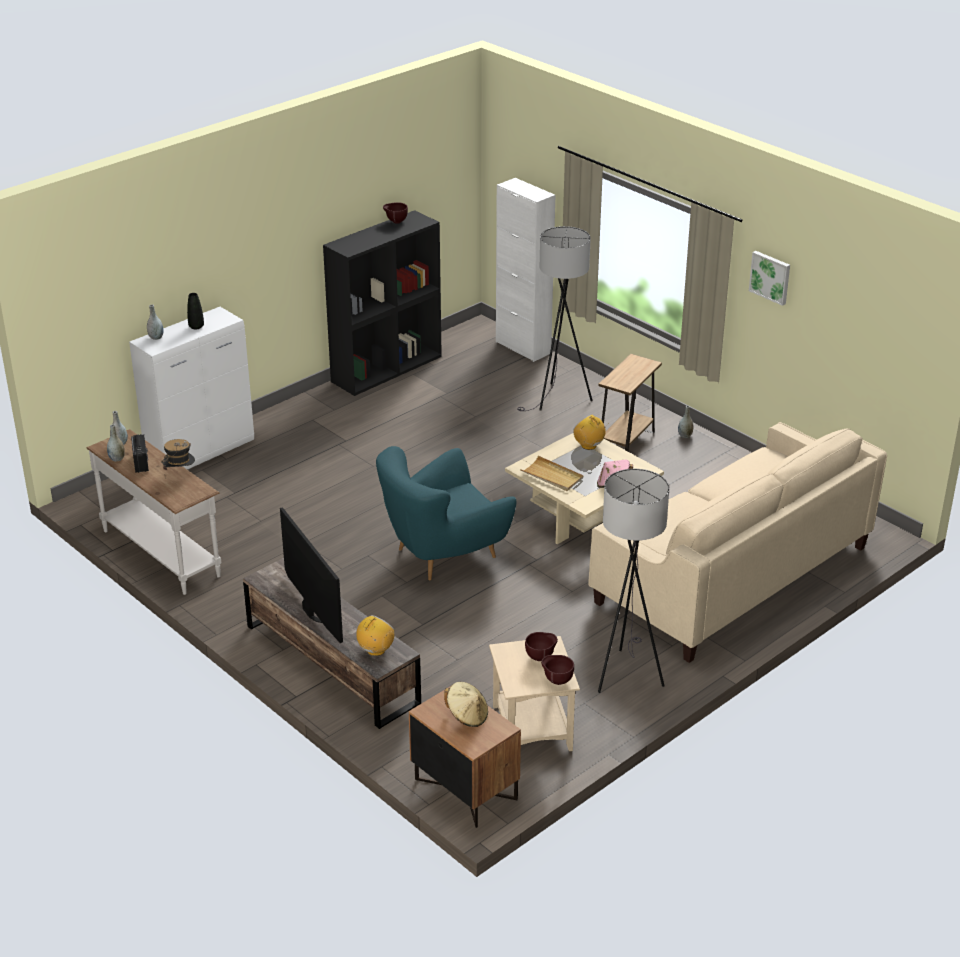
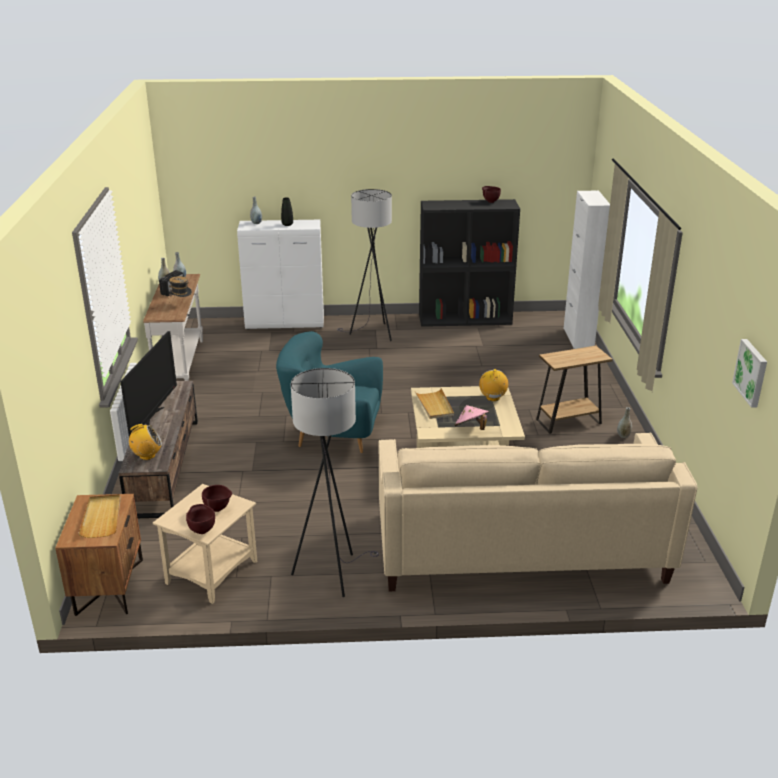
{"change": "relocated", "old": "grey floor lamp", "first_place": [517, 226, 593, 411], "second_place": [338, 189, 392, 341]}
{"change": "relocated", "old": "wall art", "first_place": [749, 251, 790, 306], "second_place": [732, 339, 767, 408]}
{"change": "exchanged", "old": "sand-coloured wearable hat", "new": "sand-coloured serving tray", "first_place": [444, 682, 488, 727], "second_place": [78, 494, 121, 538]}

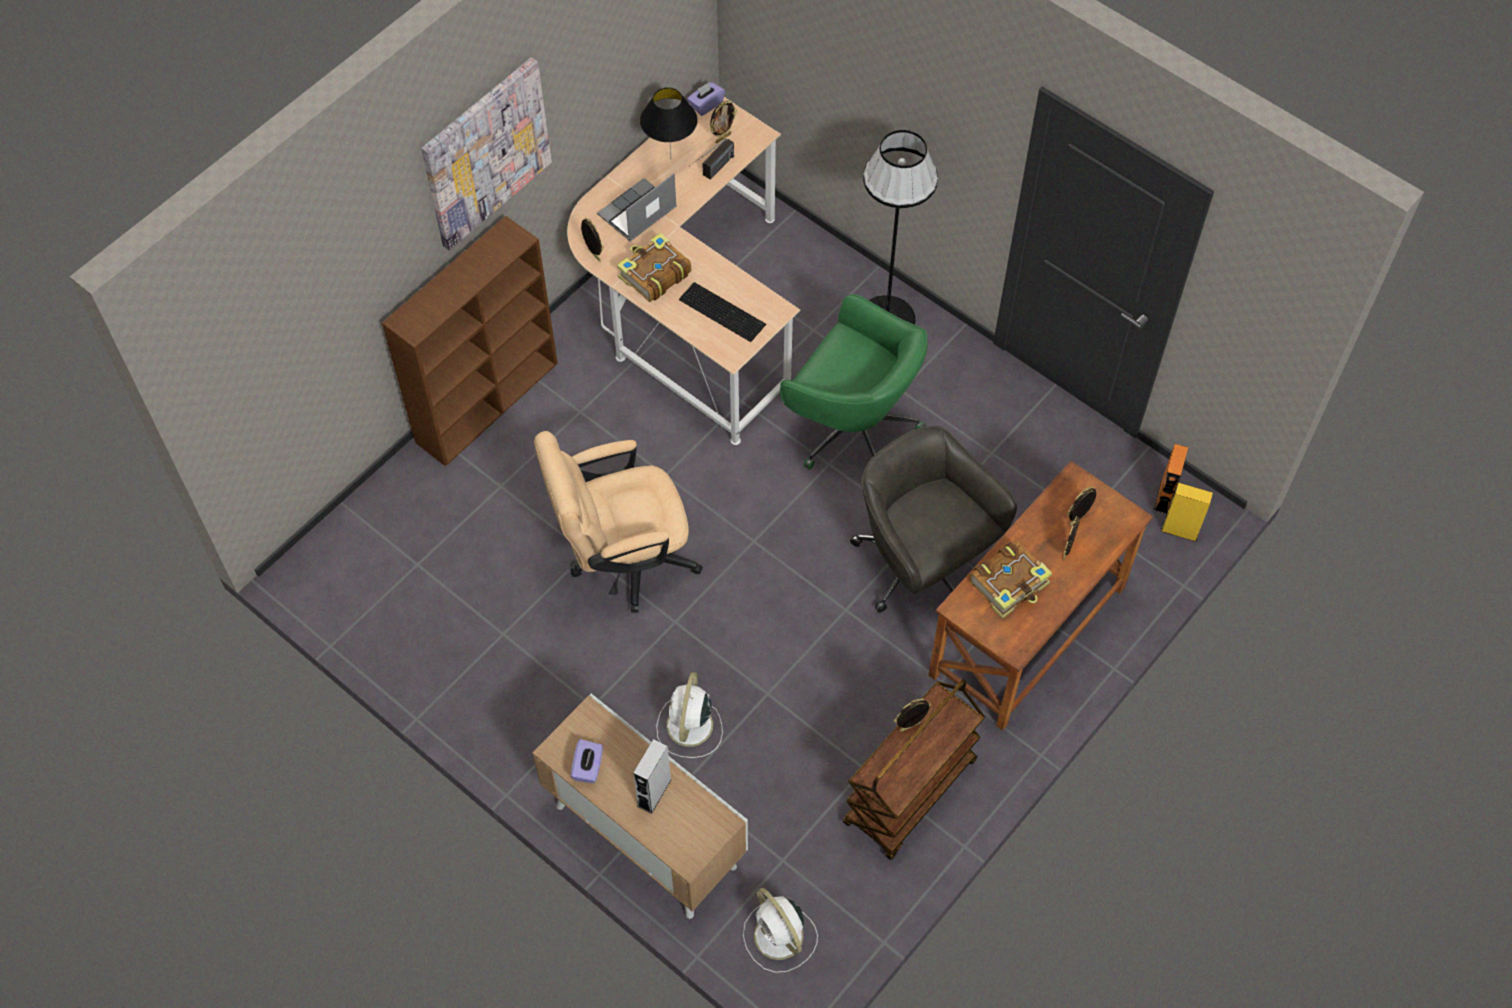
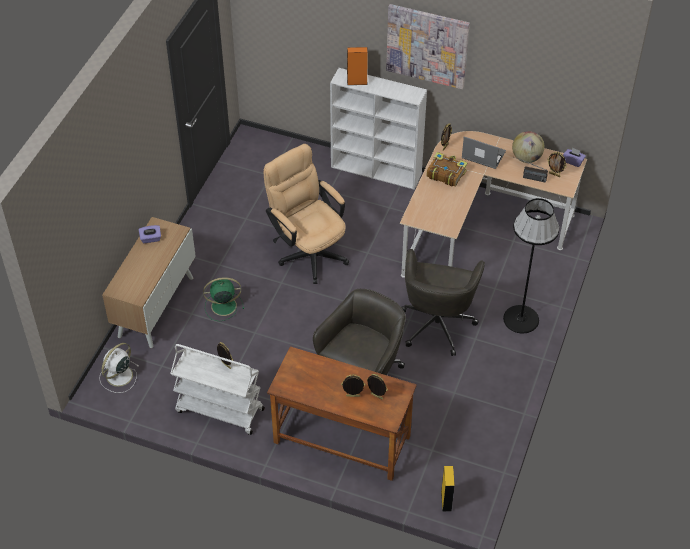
{"change": "missing", "old": "grey audio speaker", "first_place": [633, 739, 672, 814]}
{"change": "missing", "old": "keyboard", "first_place": [679, 282, 766, 342]}
{"change": "missing", "old": "book", "first_place": [969, 540, 1052, 619]}
{"change": "relocated", "old": "orange audio speaker", "first_place": [1153, 444, 1188, 514], "second_place": [347, 47, 368, 85]}
{"change": "exchanged", "old": "black lamp for a table", "new": "world globe", "first_place": [640, 87, 698, 157], "second_place": [512, 131, 545, 163]}
{"change": "colour", "old": "brown bookshelf", "new": "white-coloured bookshelf", "first_place": [382, 216, 558, 467], "second_place": [330, 68, 427, 190]}
{"change": "colour", "old": "white-coloured fan", "new": "greenish fan", "first_place": [656, 672, 723, 758], "second_place": [203, 277, 244, 321]}
{"change": "colour", "old": "greenish computer chair", "new": "grey computer chair", "first_place": [780, 294, 928, 470], "second_place": [401, 249, 485, 356]}
{"change": "colour", "old": "brown cart", "new": "white-coloured cart", "first_place": [843, 679, 985, 860], "second_place": [170, 344, 265, 435]}

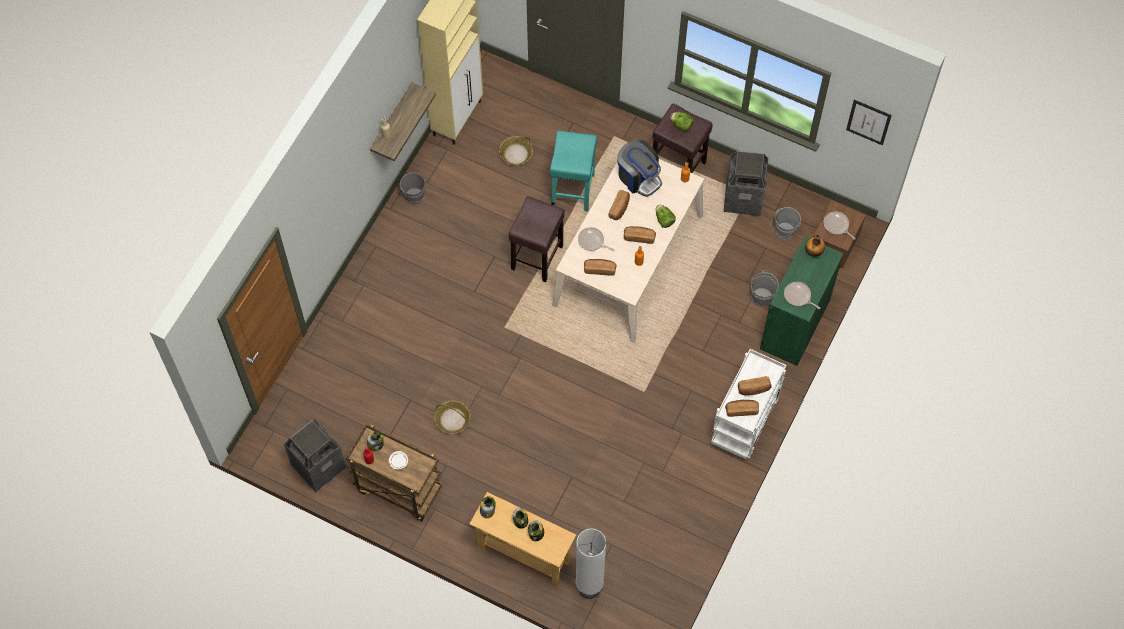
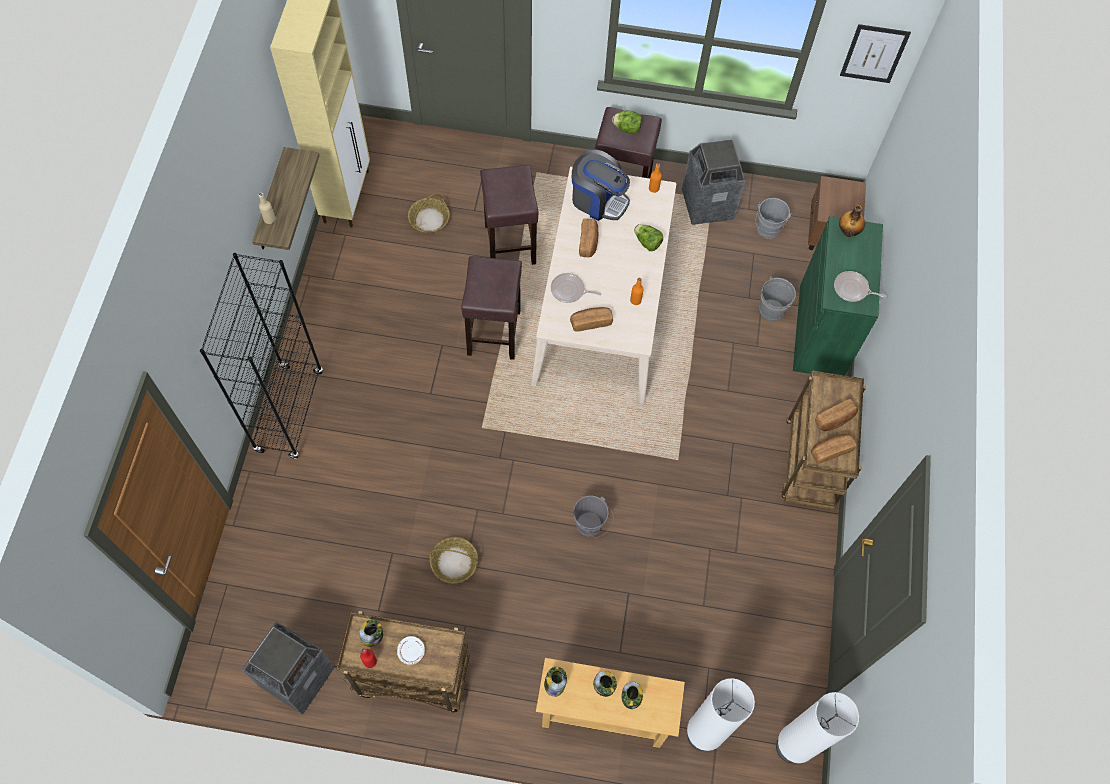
{"change": "missing", "old": "bread", "first_place": [624, 226, 656, 244]}
{"change": "missing", "old": "frying pan", "first_place": [823, 211, 856, 240]}
{"change": "appeared", "new": "black bookshelf", "second_place": [200, 253, 323, 459]}
{"change": "appeared", "new": "white-coloured floor lamp", "second_place": [776, 692, 859, 763]}
{"change": "relocated", "old": "grey water bucket", "first_place": [400, 172, 429, 205], "second_place": [573, 495, 614, 537]}
{"change": "colour", "old": "turquoise-coloured sitting stool", "new": "brown sitting stool", "first_place": [550, 130, 597, 212], "second_place": [480, 165, 539, 265]}
{"change": "colour", "old": "white-coloured cart", "new": "brown cart", "first_place": [711, 349, 786, 460], "second_place": [781, 370, 866, 510]}

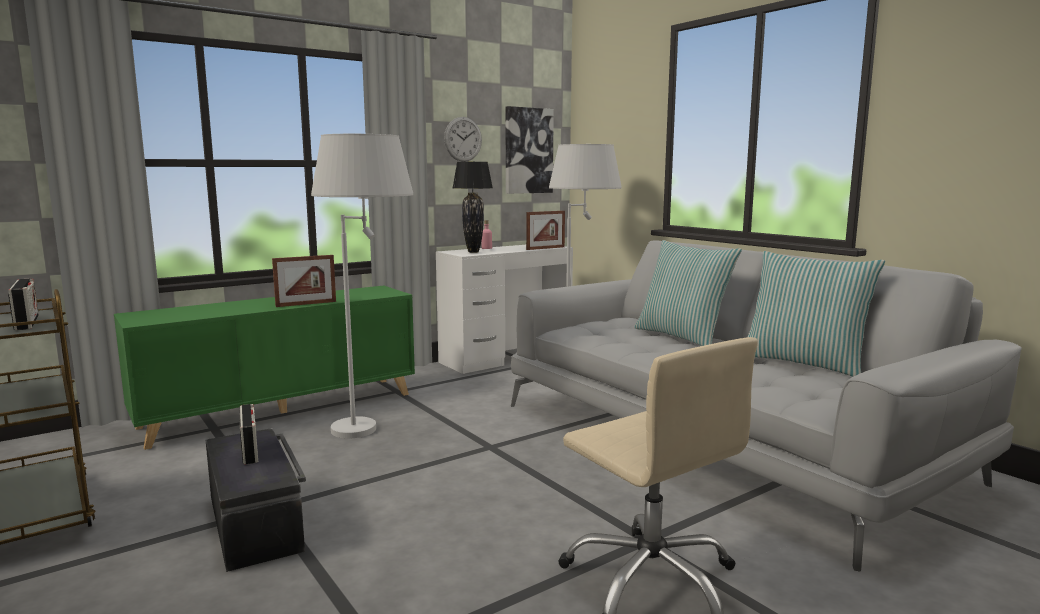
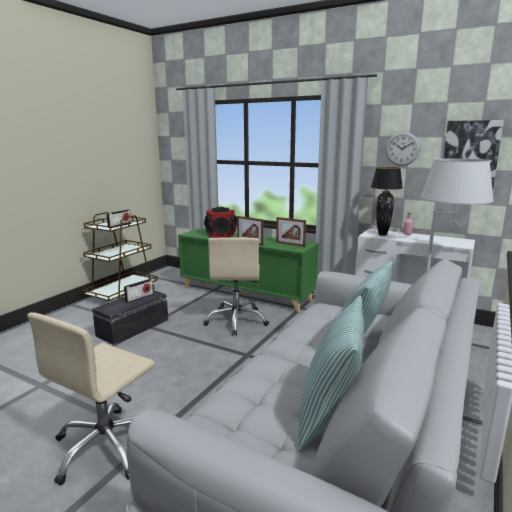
{"change": "appeared", "new": "audio speaker", "second_place": [204, 207, 237, 238]}
{"change": "relocated", "old": "picture frame", "first_place": [526, 211, 565, 250], "second_place": [276, 217, 306, 247]}
{"change": "exchanged", "old": "white-coloured floor lamp", "new": "sand-coloured computer chair", "first_place": [311, 134, 413, 439], "second_place": [203, 238, 269, 336]}

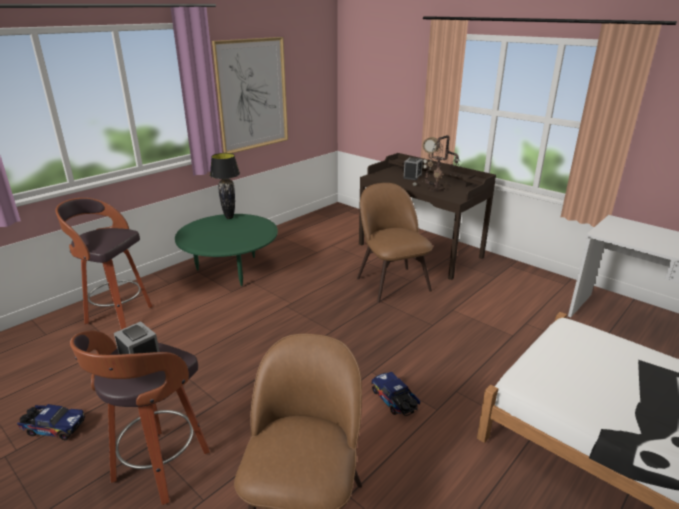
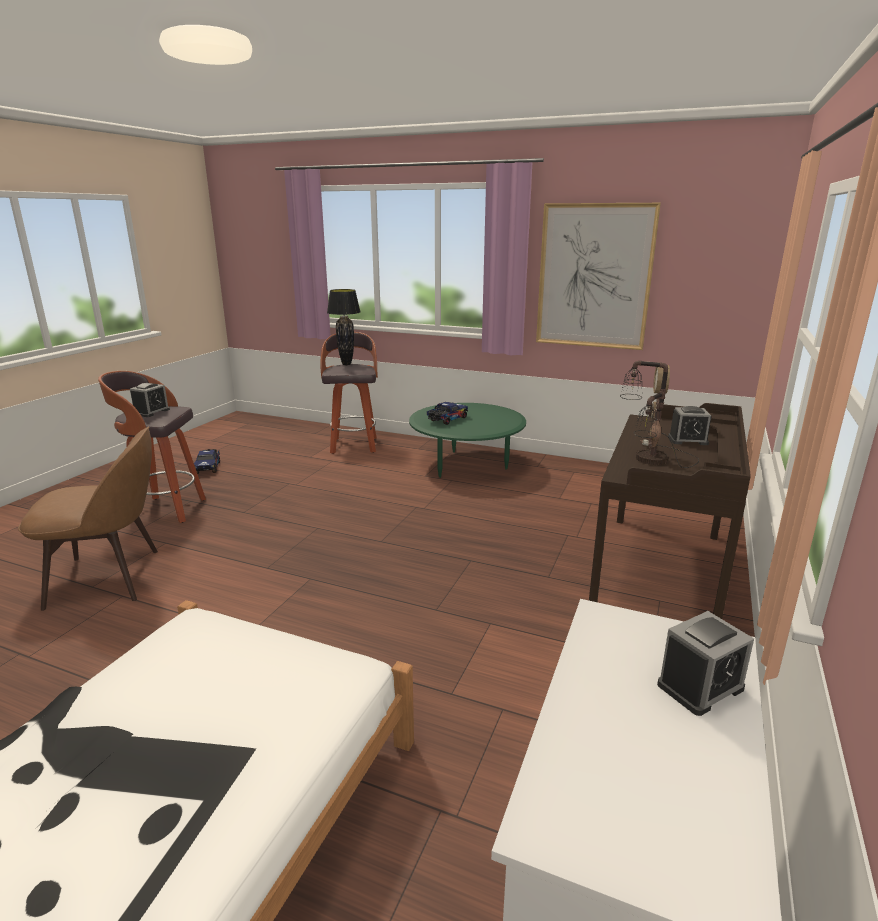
{"change": "missing", "old": "brown chair", "first_place": [357, 183, 433, 303]}
{"change": "appeared", "new": "table clock", "second_place": [657, 611, 754, 716]}
{"change": "relocated", "old": "black lamp for a table", "first_place": [210, 153, 240, 219], "second_place": [327, 289, 361, 365]}
{"change": "relocated", "old": "toy lorry", "first_place": [371, 372, 420, 416], "second_place": [427, 402, 468, 425]}

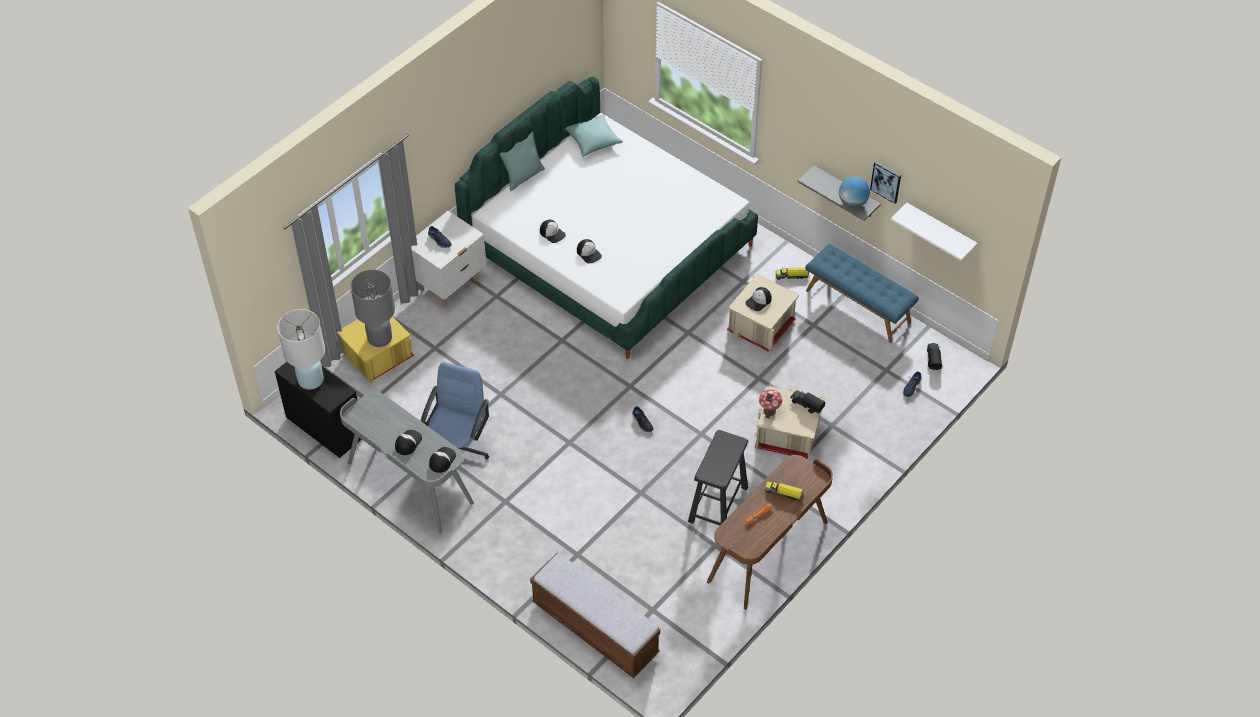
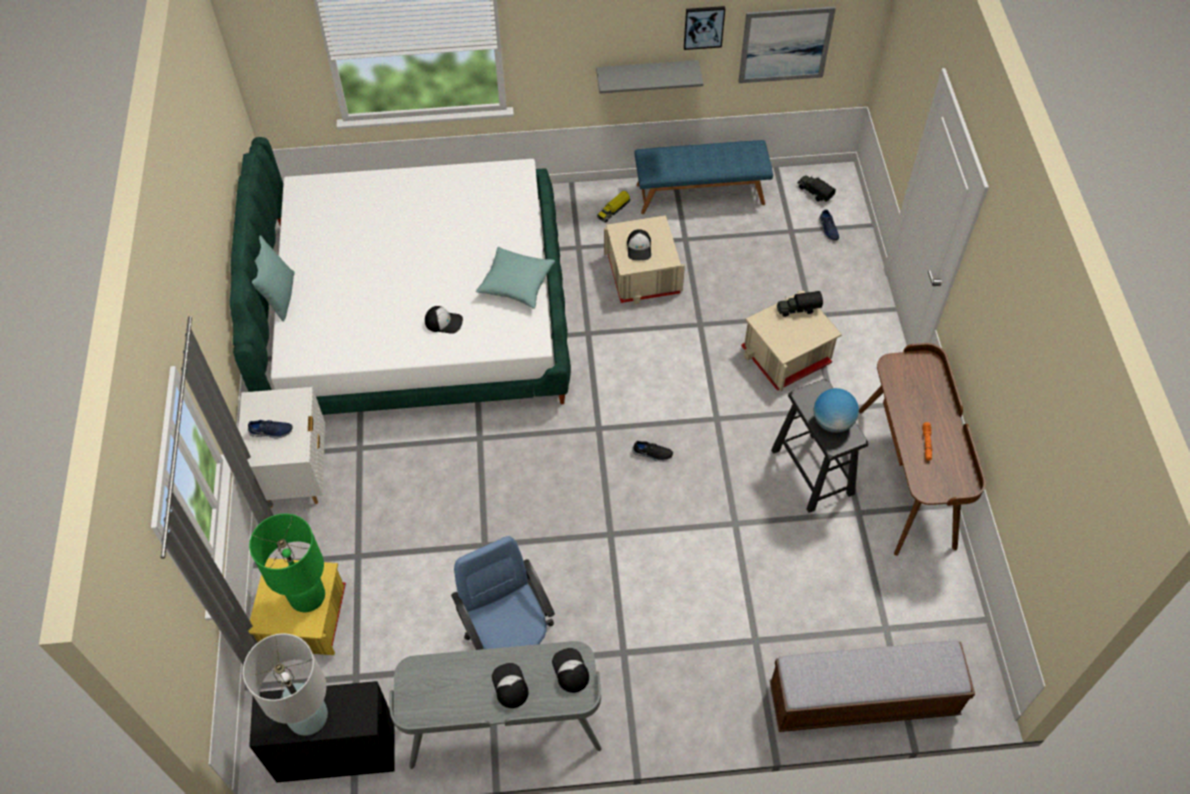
{"change": "missing", "old": "peaked cap", "first_place": [540, 220, 566, 243]}
{"change": "missing", "old": "toy house", "first_place": [759, 389, 782, 418]}
{"change": "missing", "old": "toy lorry", "first_place": [765, 481, 805, 502]}
{"change": "relocated", "old": "turquoise-coloured pillow", "first_place": [565, 115, 623, 157], "second_place": [476, 247, 555, 309]}
{"change": "relocated", "old": "world globe", "first_place": [839, 176, 870, 208], "second_place": [814, 388, 859, 433]}
{"change": "exchanged", "old": "white-coloured wall shelf", "new": "wall art", "first_place": [890, 203, 978, 261], "second_place": [738, 7, 836, 83]}
{"change": "colour", "old": "grey lamp for a table", "new": "greenish lamp for a table", "first_place": [350, 269, 395, 347], "second_place": [249, 514, 325, 612]}

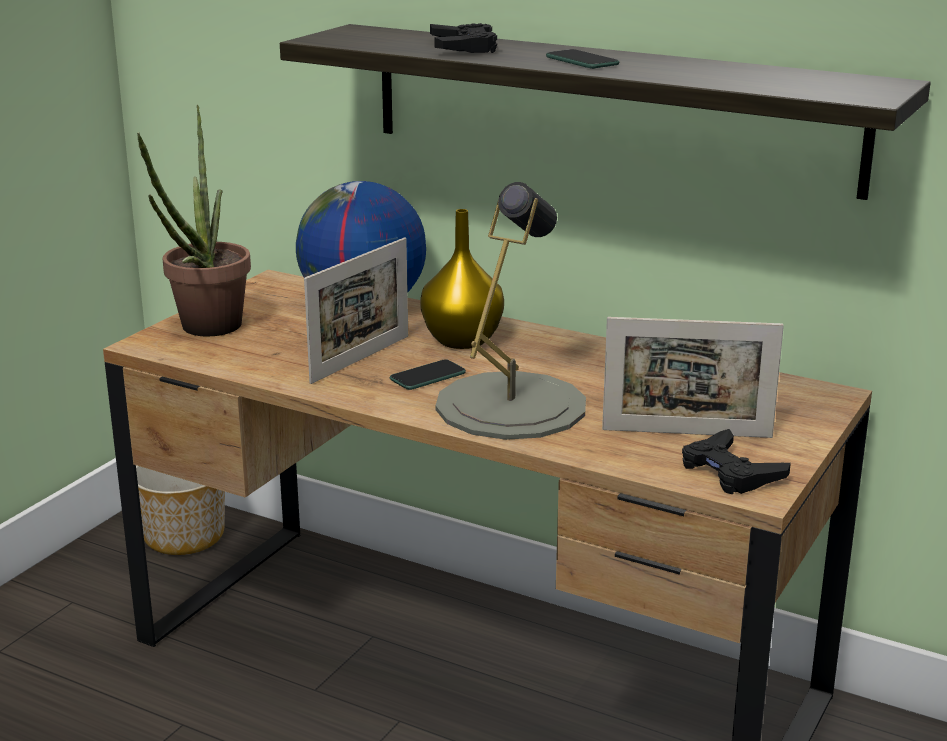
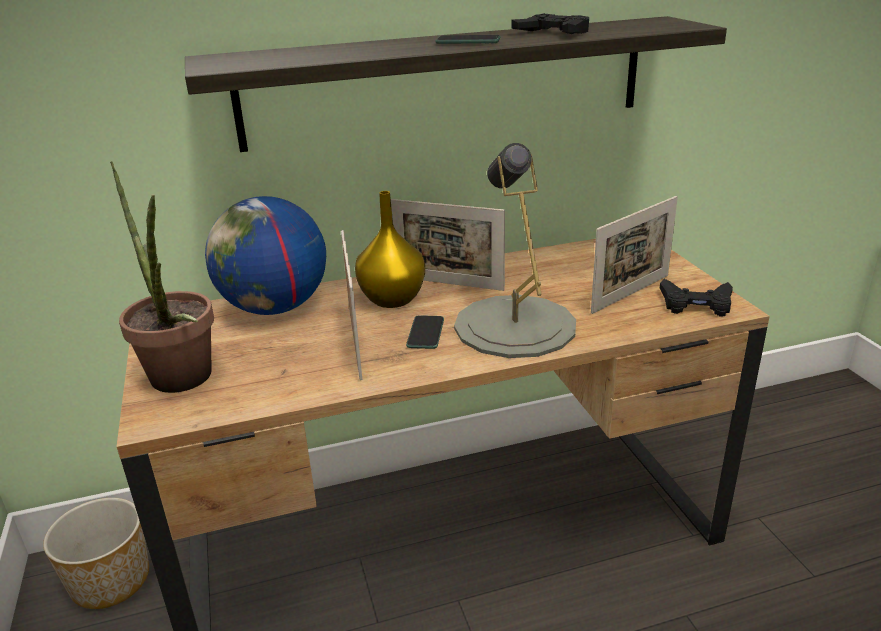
{"change": "appeared", "new": "picture frame", "second_place": [391, 199, 505, 291]}
{"change": "relocated", "old": "black joypad", "first_place": [430, 23, 497, 53], "second_place": [511, 13, 589, 34]}

